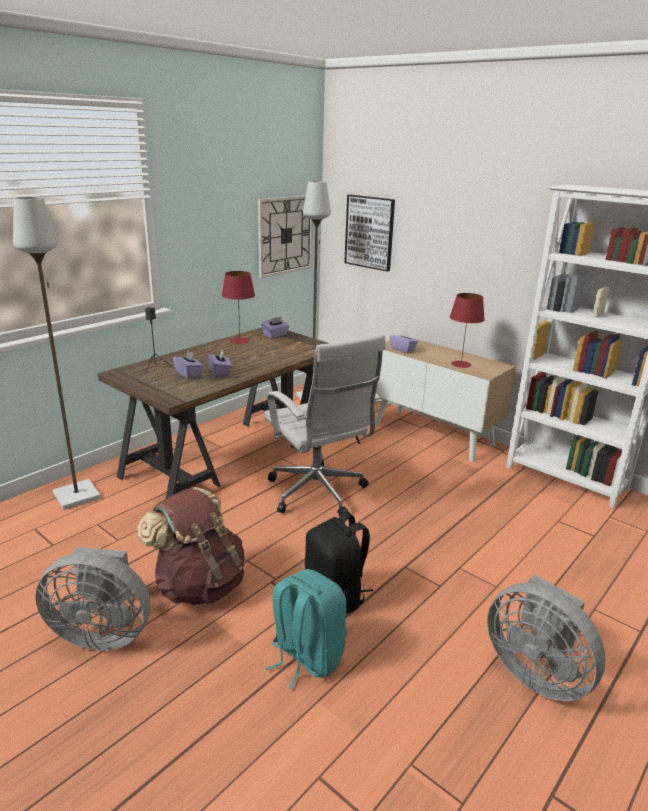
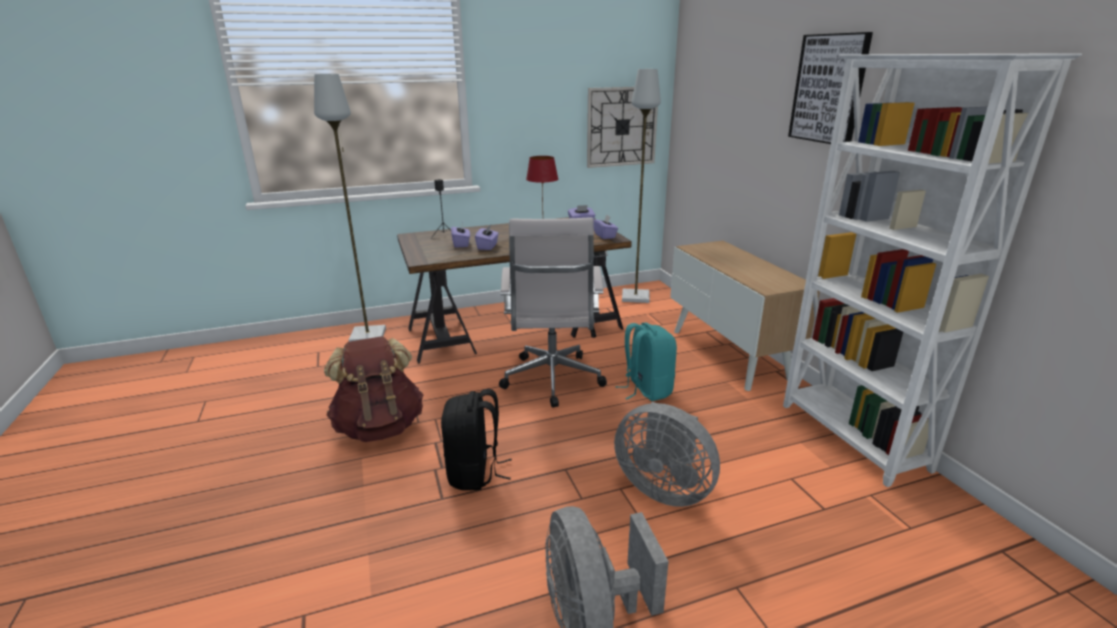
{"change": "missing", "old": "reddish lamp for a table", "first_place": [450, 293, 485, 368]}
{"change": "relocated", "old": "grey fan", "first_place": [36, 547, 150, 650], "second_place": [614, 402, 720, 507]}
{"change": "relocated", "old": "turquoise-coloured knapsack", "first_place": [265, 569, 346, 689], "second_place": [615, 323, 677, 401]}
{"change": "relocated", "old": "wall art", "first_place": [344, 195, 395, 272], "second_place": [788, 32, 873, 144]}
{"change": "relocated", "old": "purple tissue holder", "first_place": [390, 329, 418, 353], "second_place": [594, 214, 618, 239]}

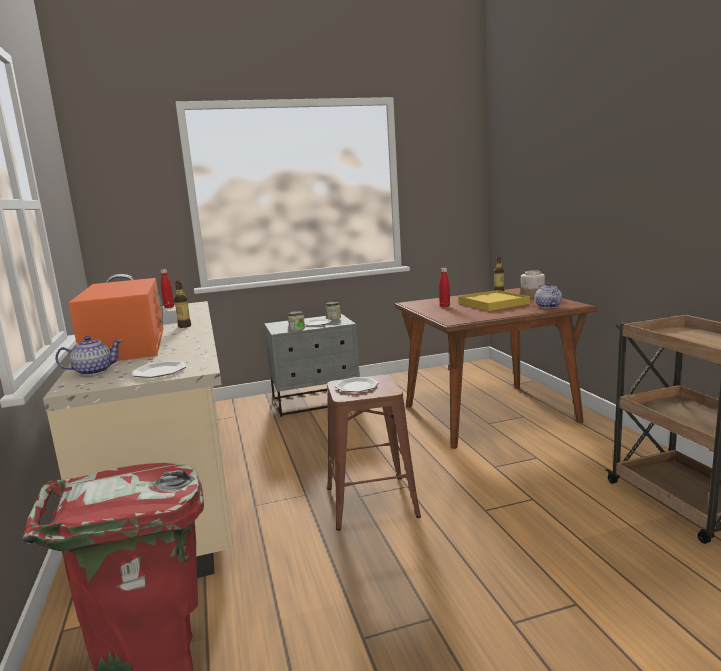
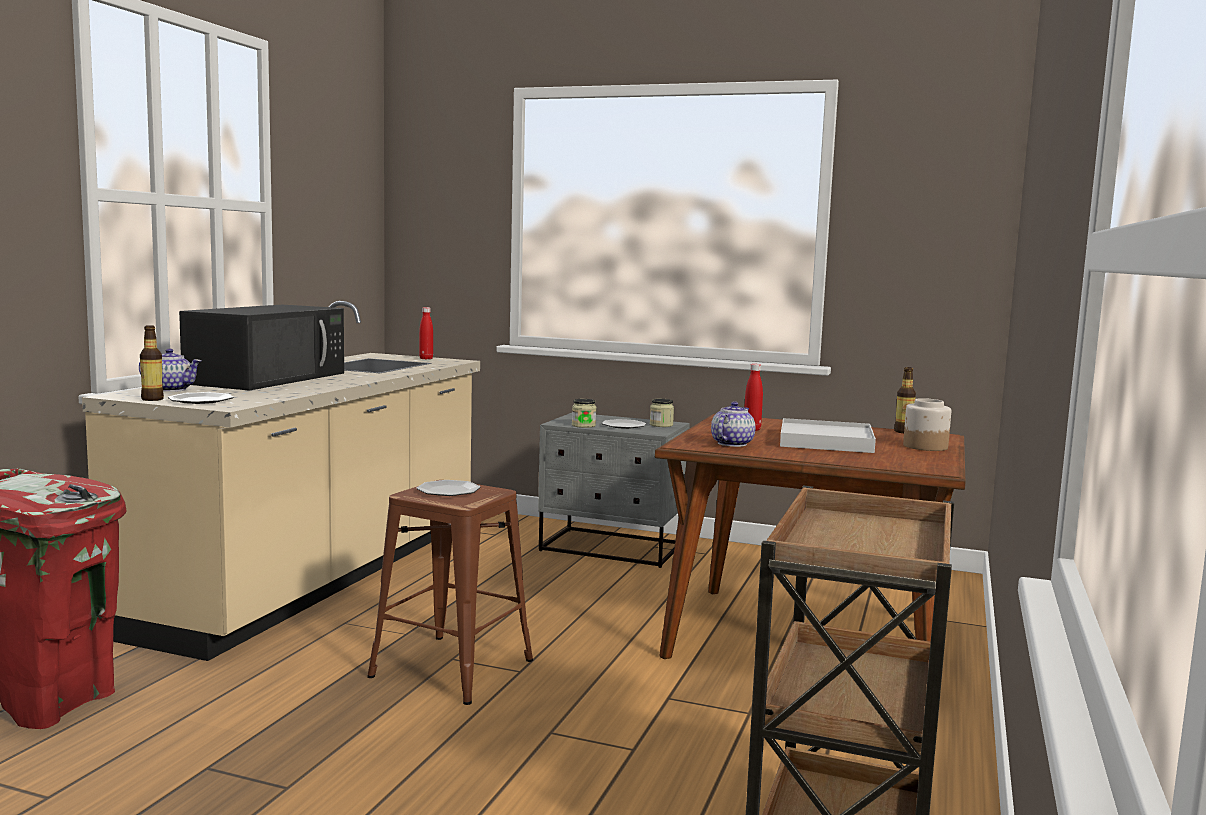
{"change": "relocated", "old": "drink bottle", "first_place": [174, 281, 191, 328], "second_place": [140, 325, 164, 401]}
{"change": "relocated", "old": "pot for tea", "first_place": [535, 282, 562, 308], "second_place": [711, 401, 755, 447]}
{"change": "colour", "old": "orange kitchen microwave", "new": "black kitchen microwave", "first_place": [69, 278, 164, 361], "second_place": [179, 305, 344, 391]}
{"change": "colour", "old": "yellowish serving tray", "new": "white-coloured serving tray", "first_place": [459, 290, 530, 311], "second_place": [780, 418, 876, 453]}

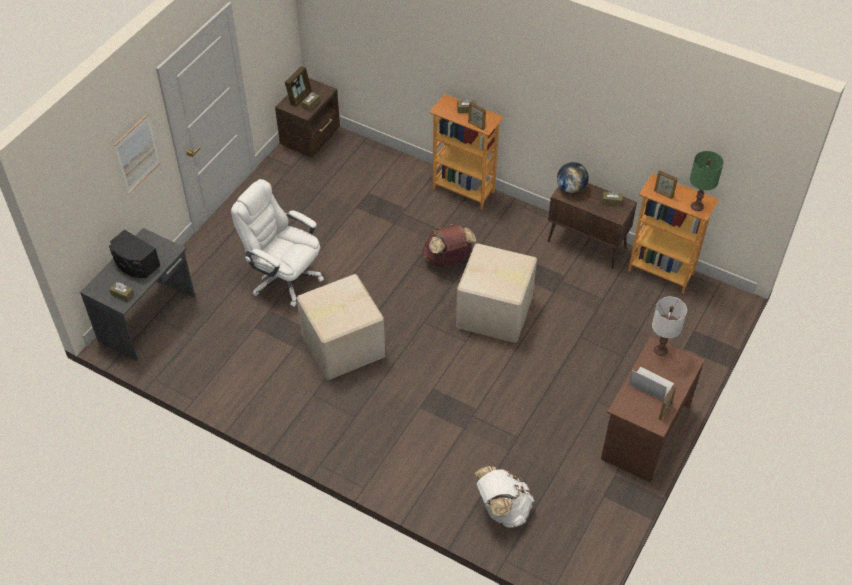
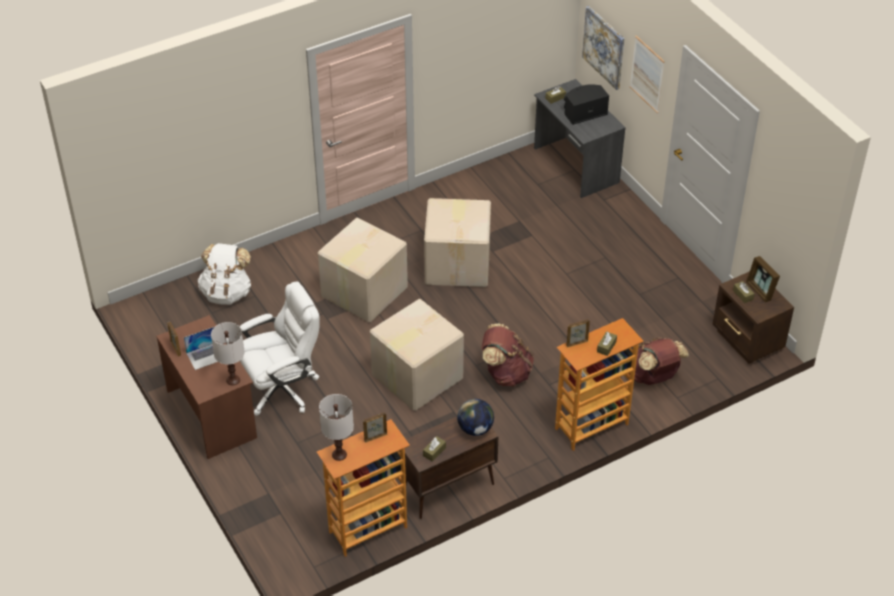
{"change": "appeared", "new": "packing box", "second_place": [318, 218, 408, 322]}
{"change": "appeared", "new": "wall art", "second_place": [582, 6, 624, 90]}
{"change": "appeared", "new": "brown knapsack", "second_place": [629, 338, 689, 385]}
{"change": "relocated", "old": "white-coloured computer chair", "first_place": [231, 179, 324, 307], "second_place": [240, 281, 320, 416]}
{"change": "colour", "old": "greenish lamp for a table", "new": "white-coloured lamp for a table", "first_place": [690, 151, 724, 211], "second_place": [319, 394, 354, 461]}

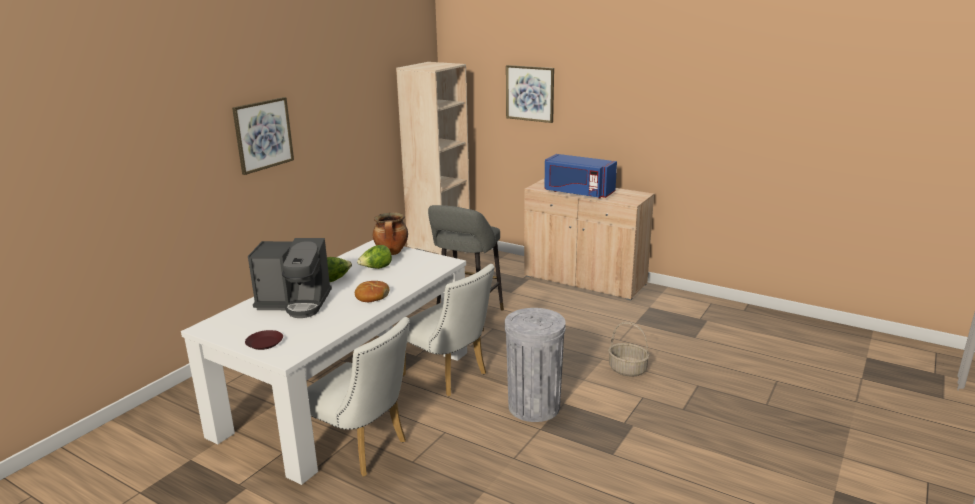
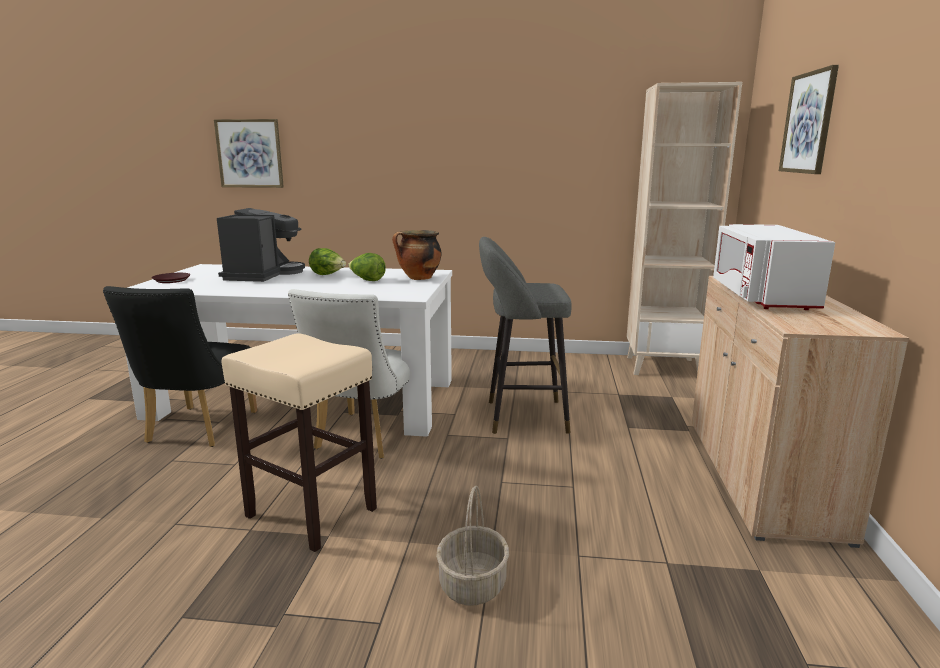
{"change": "missing", "old": "bread", "first_place": [355, 281, 389, 302]}
{"change": "relocated", "old": "wall art", "first_place": [232, 97, 294, 175], "second_place": [214, 119, 284, 188]}
{"change": "exchanged", "old": "grey trash can", "new": "sand-coloured sitting stool", "first_place": [505, 308, 566, 422], "second_place": [221, 333, 377, 552]}
{"change": "colour", "old": "white-coloured chair", "new": "black chair", "first_place": [307, 317, 410, 477], "second_place": [103, 286, 257, 447]}
{"change": "colour", "old": "blue-coloured kitchen microwave", "new": "white-coloured kitchen microwave", "first_place": [544, 154, 617, 199], "second_place": [713, 224, 835, 310]}
{"change": "spun", "old": "coffee brewer", "first_place": [248, 238, 332, 318], "second_place": [217, 208, 305, 282], "degrees": -150}

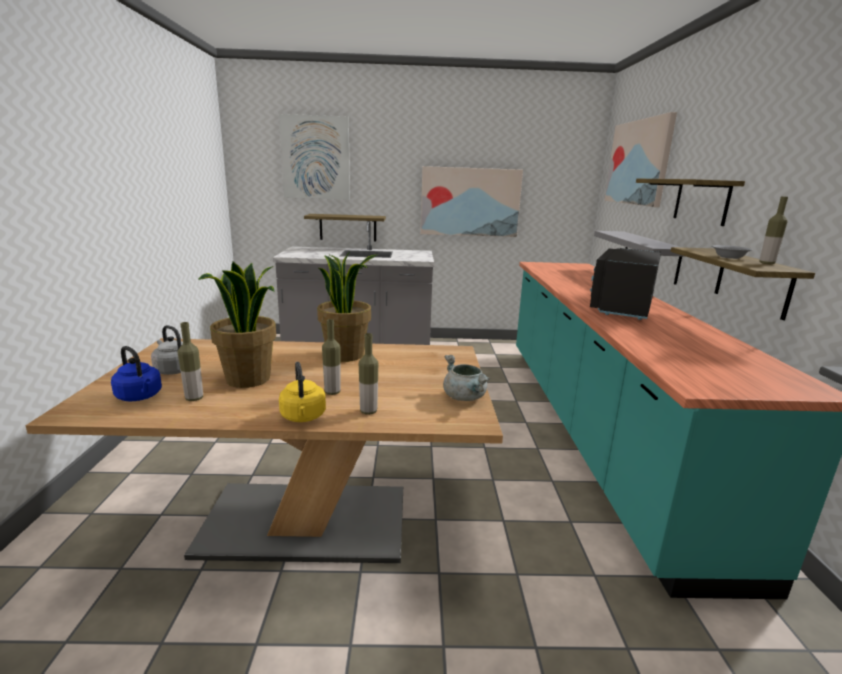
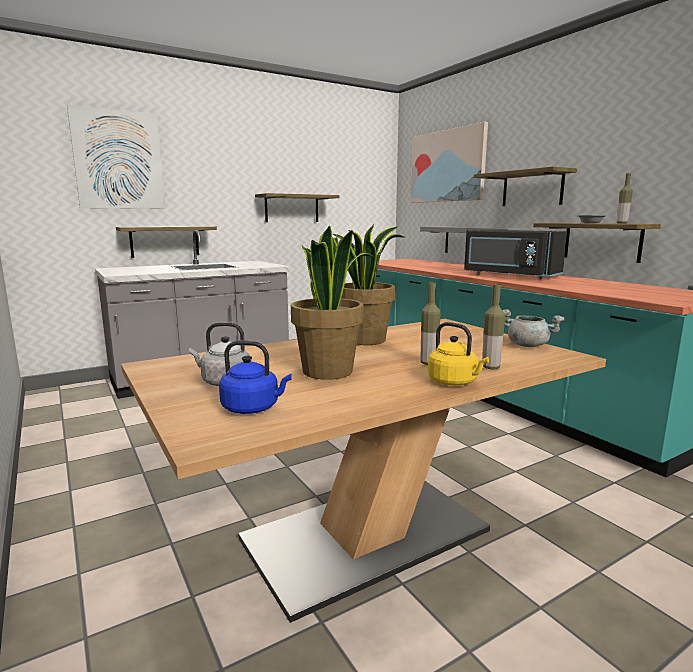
{"change": "missing", "old": "drink bottle", "first_place": [178, 322, 203, 401]}
{"change": "exchanged", "old": "wall art", "new": "wall shelf", "first_place": [420, 166, 523, 237], "second_place": [255, 193, 339, 222]}
{"change": "spun", "old": "black kitchen microwave", "first_place": [590, 248, 661, 320], "second_place": [464, 230, 567, 279], "degrees": -45}

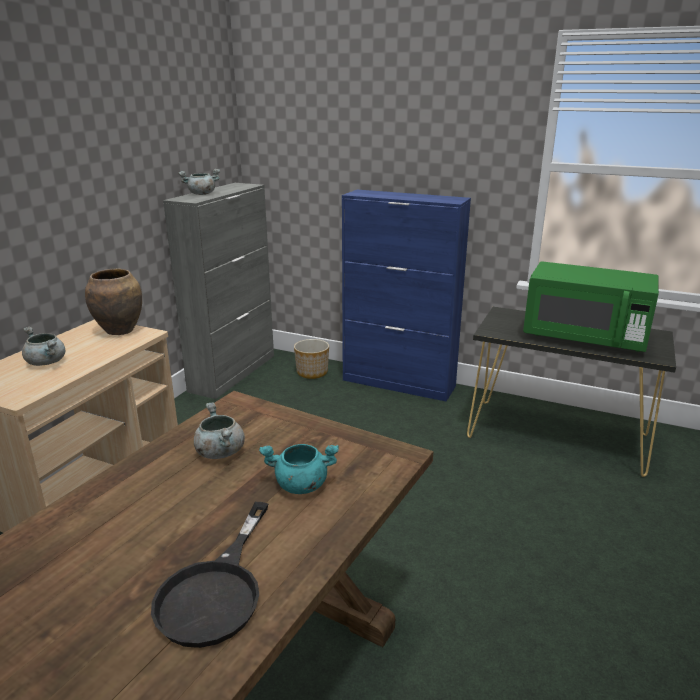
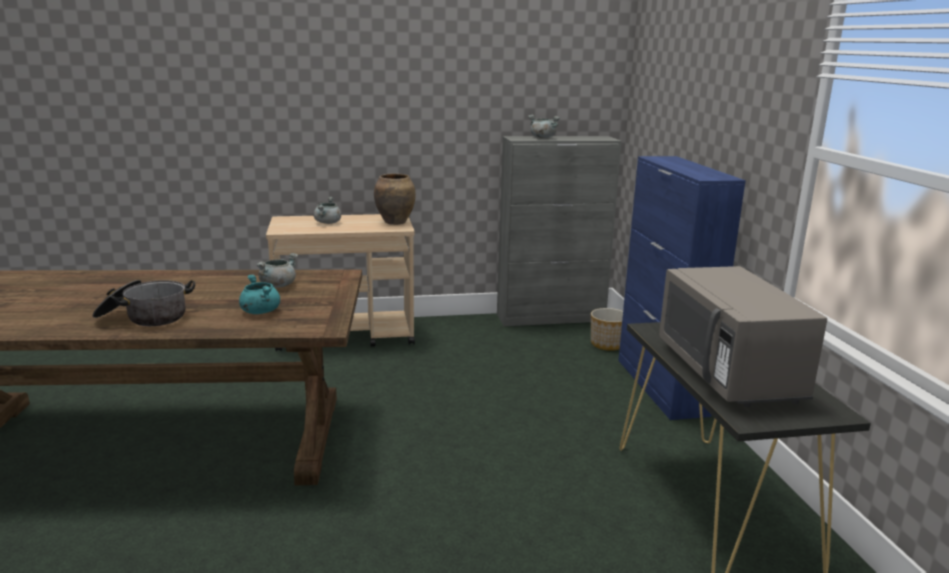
{"change": "exchanged", "old": "black frying pan", "new": "stockpot", "first_place": [151, 502, 268, 648], "second_place": [93, 280, 195, 326]}
{"change": "colour", "old": "greenish kitchen microwave", "new": "grey kitchen microwave", "first_place": [523, 261, 659, 352], "second_place": [659, 266, 827, 407]}

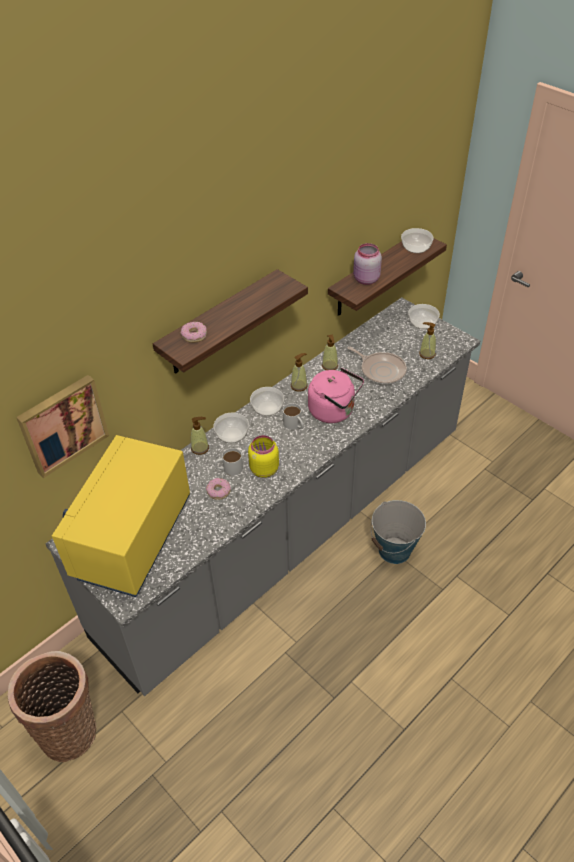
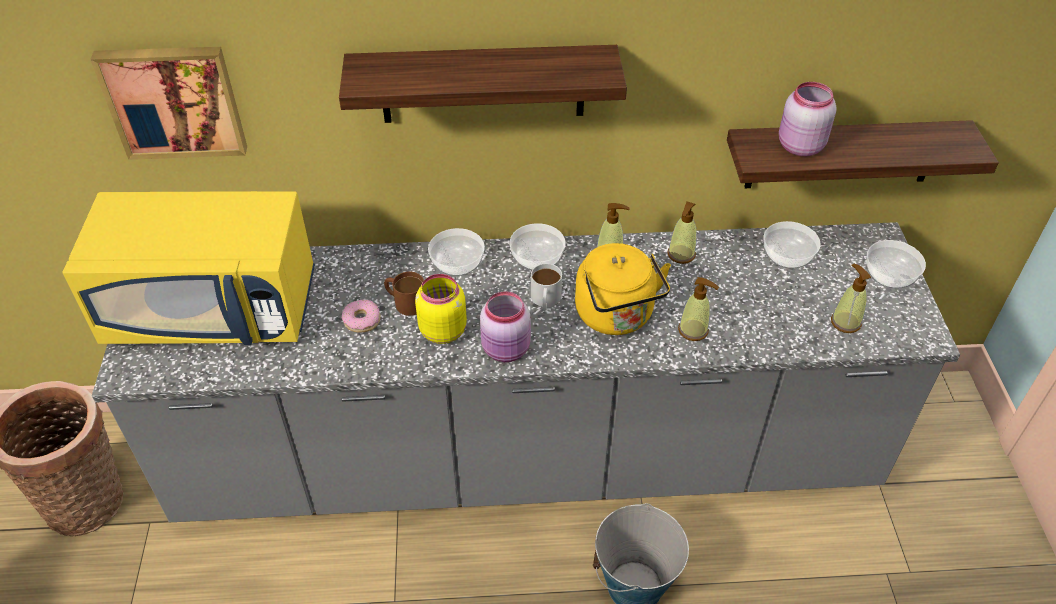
{"change": "missing", "old": "doughnut", "first_place": [181, 322, 207, 343]}
{"change": "missing", "old": "frying pan", "first_place": [347, 346, 407, 385]}
{"change": "appeared", "new": "pinkish preserve jar", "second_place": [480, 291, 531, 362]}
{"change": "relocated", "old": "soap dispenser", "first_place": [191, 417, 209, 455], "second_place": [678, 277, 719, 341]}
{"change": "relocated", "old": "serving bowl", "first_place": [401, 228, 434, 253], "second_place": [764, 221, 821, 269]}
{"change": "colour", "old": "white-coloured mug", "new": "brown mug", "first_place": [214, 448, 243, 476], "second_place": [384, 272, 424, 316]}
{"change": "colour", "old": "pinkish water kettle", "new": "yellowish water kettle", "first_place": [308, 368, 364, 423], "second_place": [575, 243, 671, 335]}
{"change": "spun", "old": "yellowish kitchen microwave", "first_place": [52, 435, 190, 597], "second_place": [62, 191, 315, 345], "degrees": -150}

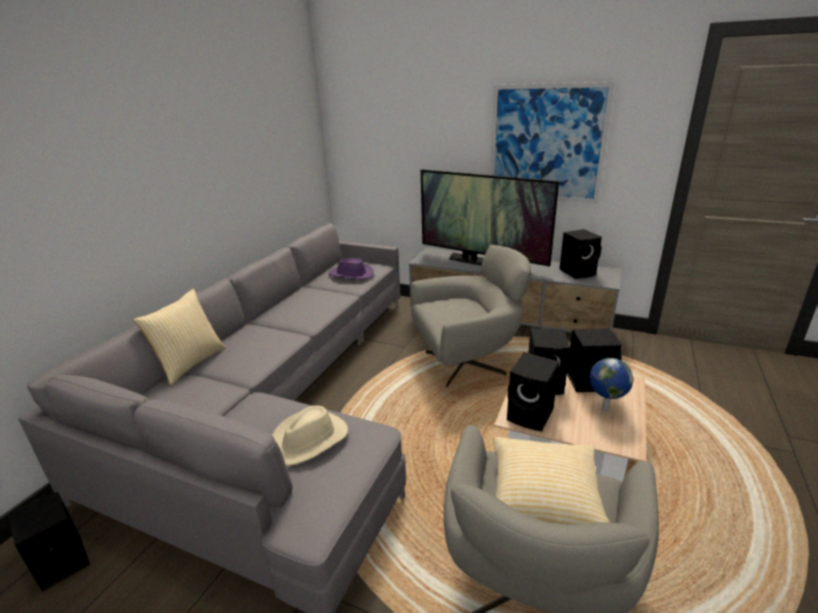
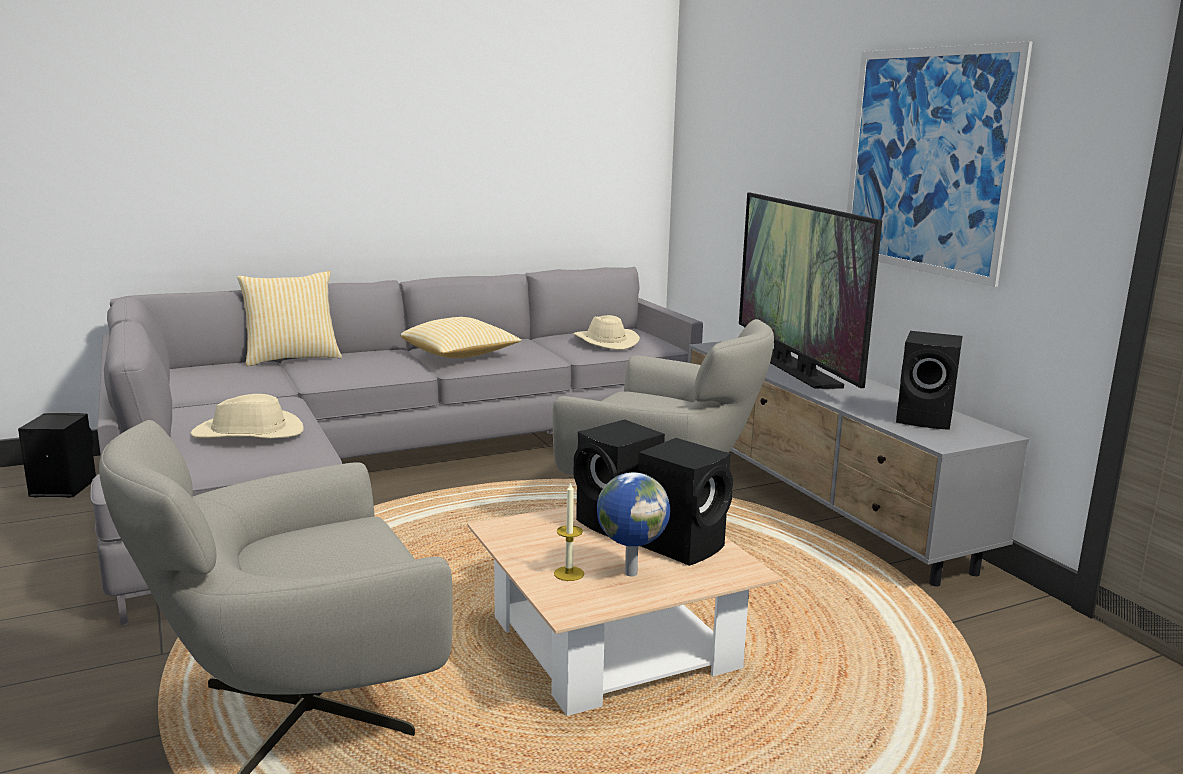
{"change": "missing", "old": "black audio speaker", "first_place": [507, 352, 559, 431]}
{"change": "appeared", "new": "wax candle", "second_place": [554, 481, 584, 581]}
{"change": "relocated", "old": "pillow", "first_place": [493, 437, 610, 524], "second_place": [401, 317, 521, 358]}
{"change": "colour", "old": "purple wearable hat", "new": "sand-coloured wearable hat", "first_place": [329, 258, 374, 280], "second_place": [573, 315, 640, 350]}

